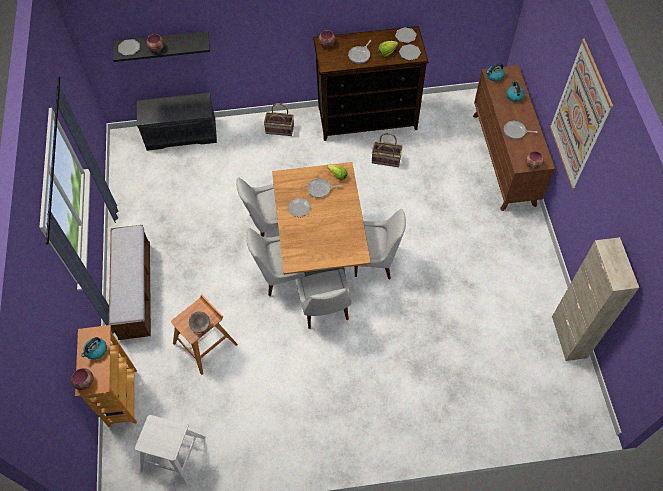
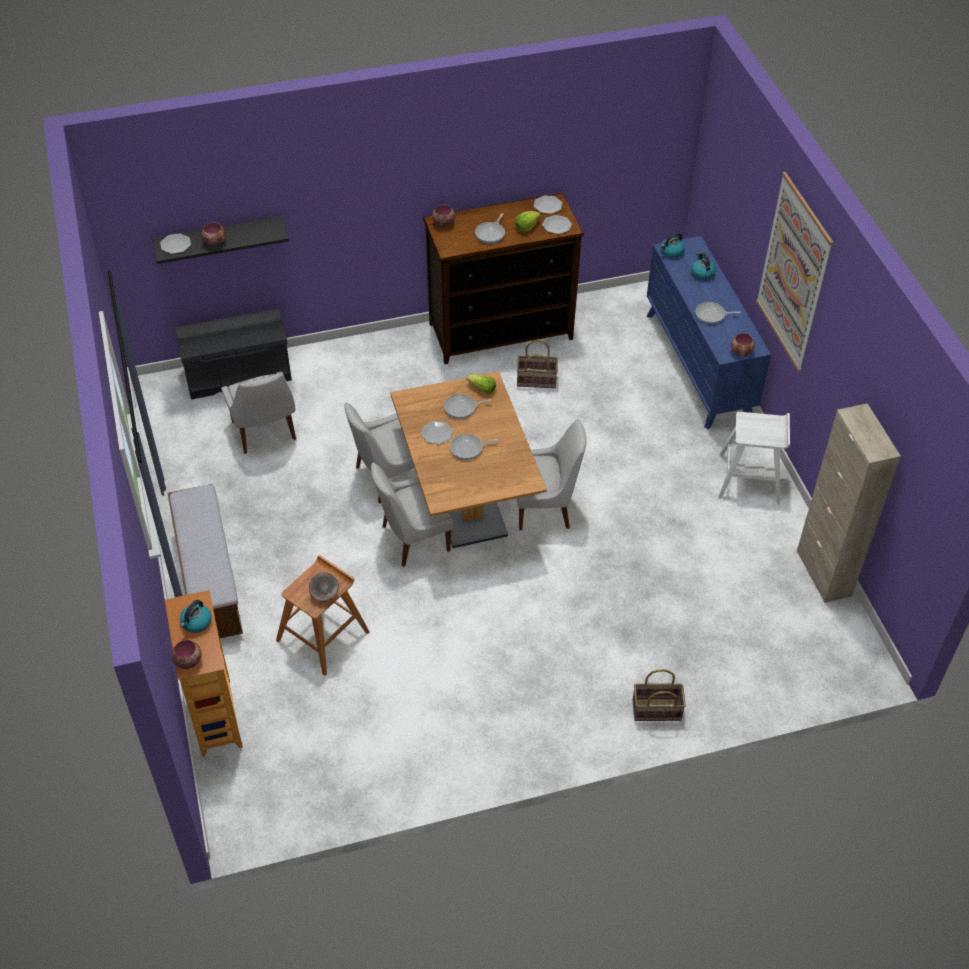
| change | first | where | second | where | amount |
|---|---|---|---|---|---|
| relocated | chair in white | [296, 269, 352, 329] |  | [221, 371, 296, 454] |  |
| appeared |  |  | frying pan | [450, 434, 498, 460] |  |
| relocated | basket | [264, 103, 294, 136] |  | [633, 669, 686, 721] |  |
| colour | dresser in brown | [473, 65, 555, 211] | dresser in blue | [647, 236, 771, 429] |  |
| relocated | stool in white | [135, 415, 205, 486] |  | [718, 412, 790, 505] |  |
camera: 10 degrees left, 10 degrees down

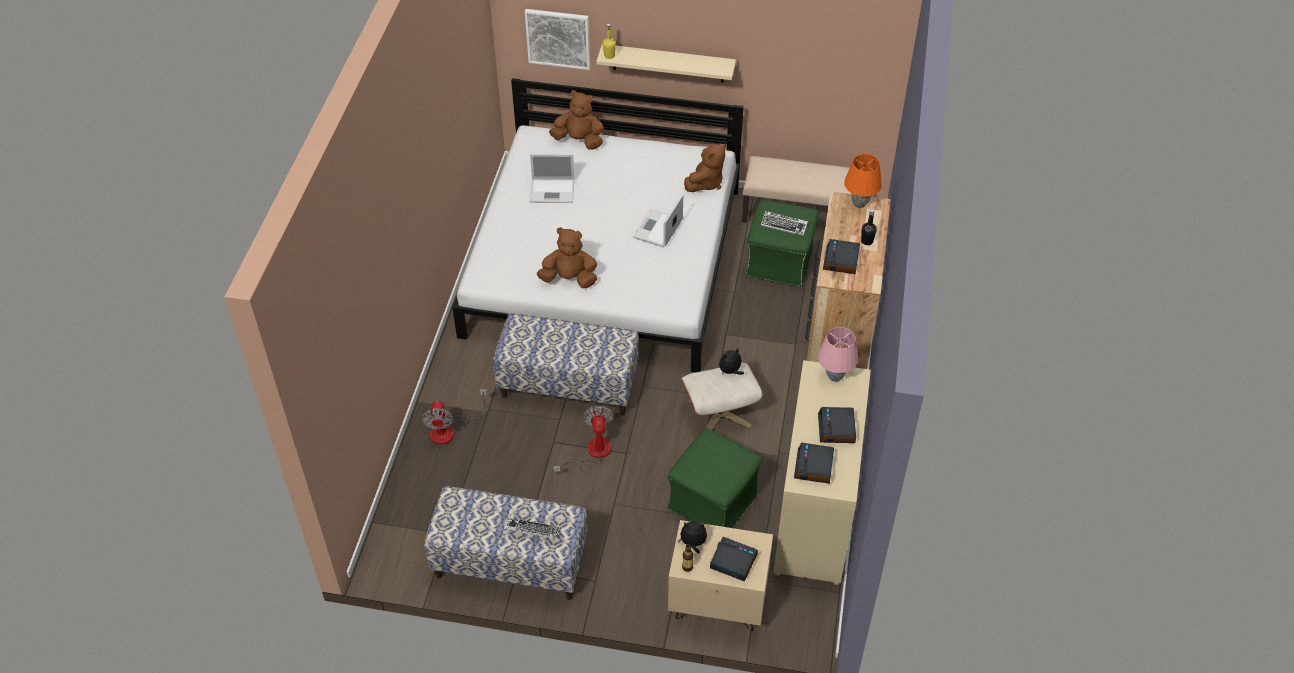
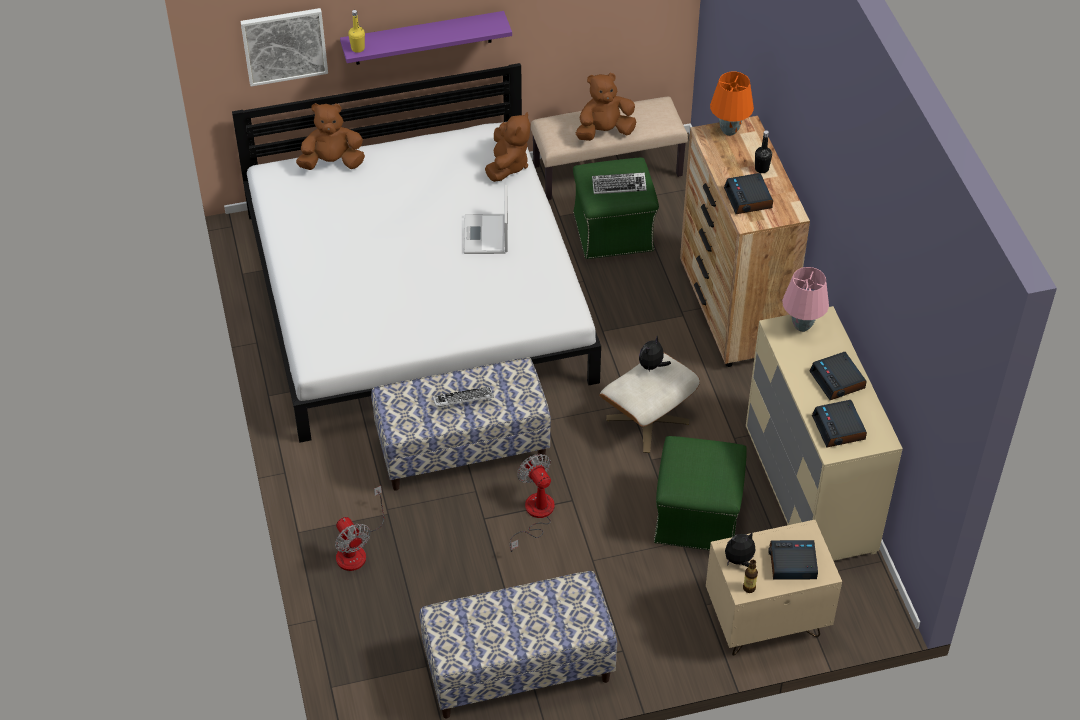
| change | first | where | second | where | amount |
|---|---|---|---|---|---|
| colour | shelf in beige | [596, 44, 736, 82] | shelf in purple | [340, 11, 512, 65] |  |
| relocated | keyboard | [504, 518, 560, 540] |  | [433, 387, 494, 408] |  |
| relocated | plush toy in brown | [537, 227, 597, 288] |  | [576, 73, 636, 141] |  |
| missing | laptop | [530, 154, 574, 203] |  |  |  |
camera: 25 degrees left, 0 degrees up

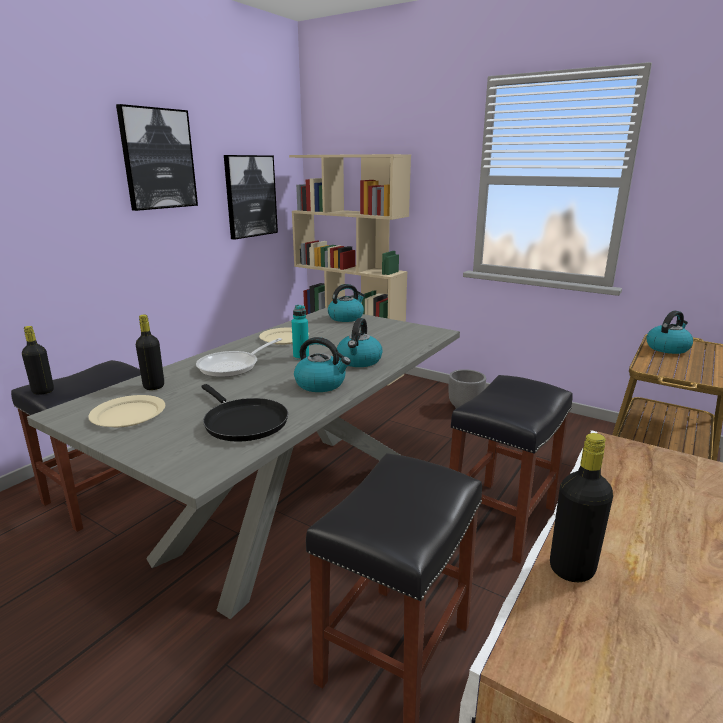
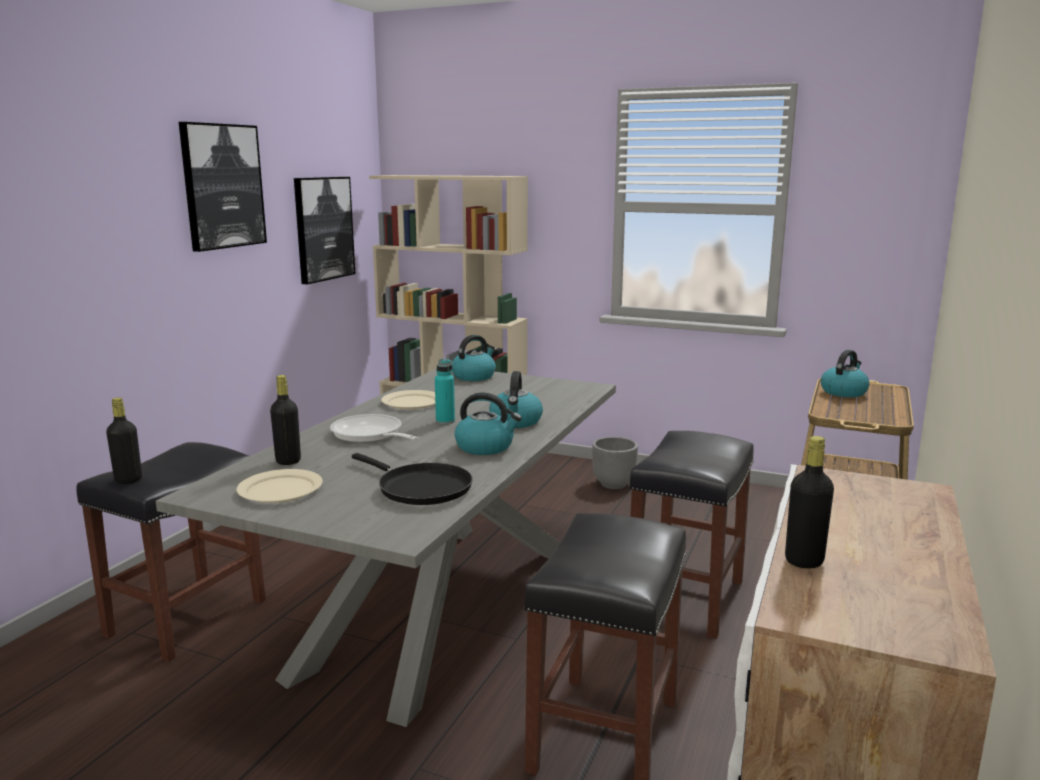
| change | first | where | second | where | amount |
|---|---|---|---|---|---|
| spun | frying pan | [196, 338, 282, 377] |  | [330, 414, 418, 443] | 105 degrees clockwise |
camera: 10 degrees left, 5 degrees down

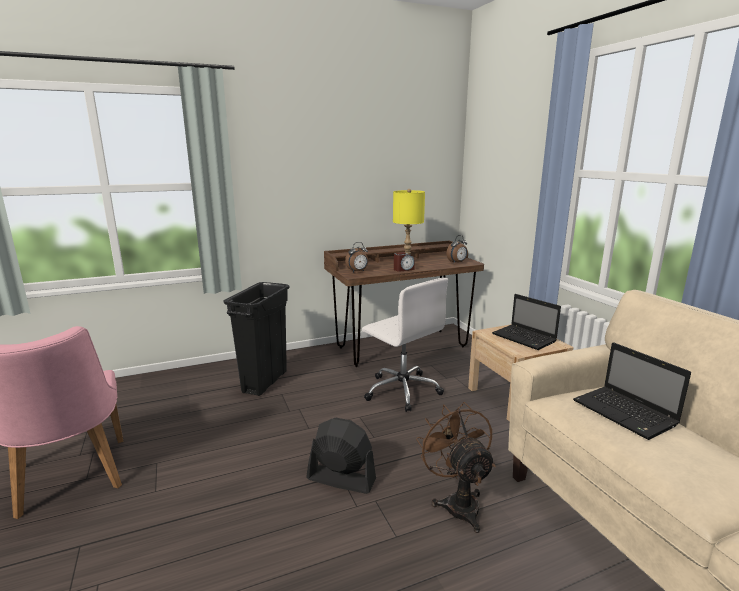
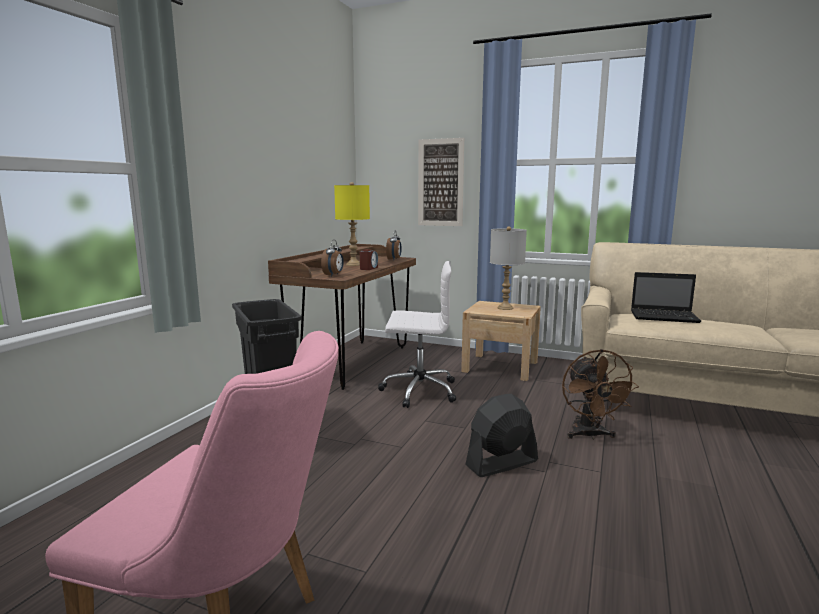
| change | first | where | second | where | amount |
|---|---|---|---|---|---|
| appeared |  |  | picture | [418, 138, 464, 226] |  |
| exchanged | laptop | [492, 294, 561, 350] | table lamp in grey | [490, 226, 527, 310] |  |
| spun | fan in brown | [416, 402, 496, 533] |  | [562, 349, 639, 440] | 120 degrees counterclockwise |
camera: 45 degrees left, 5 degrees down

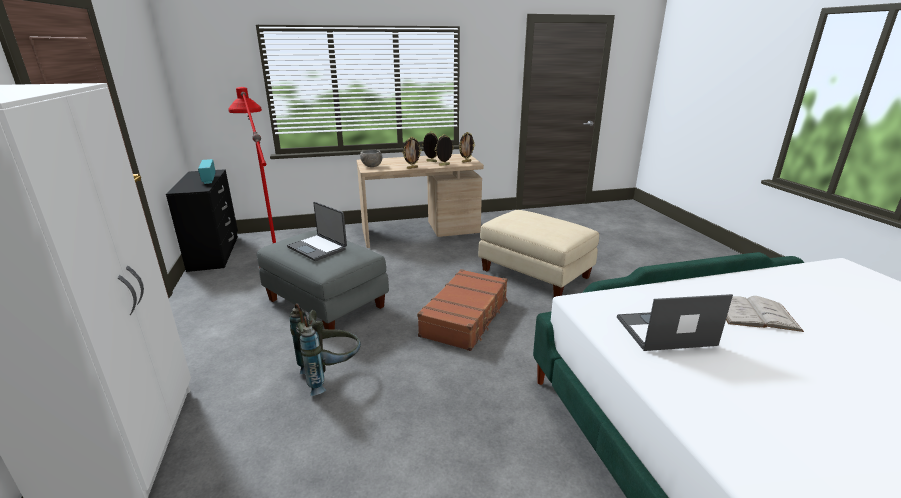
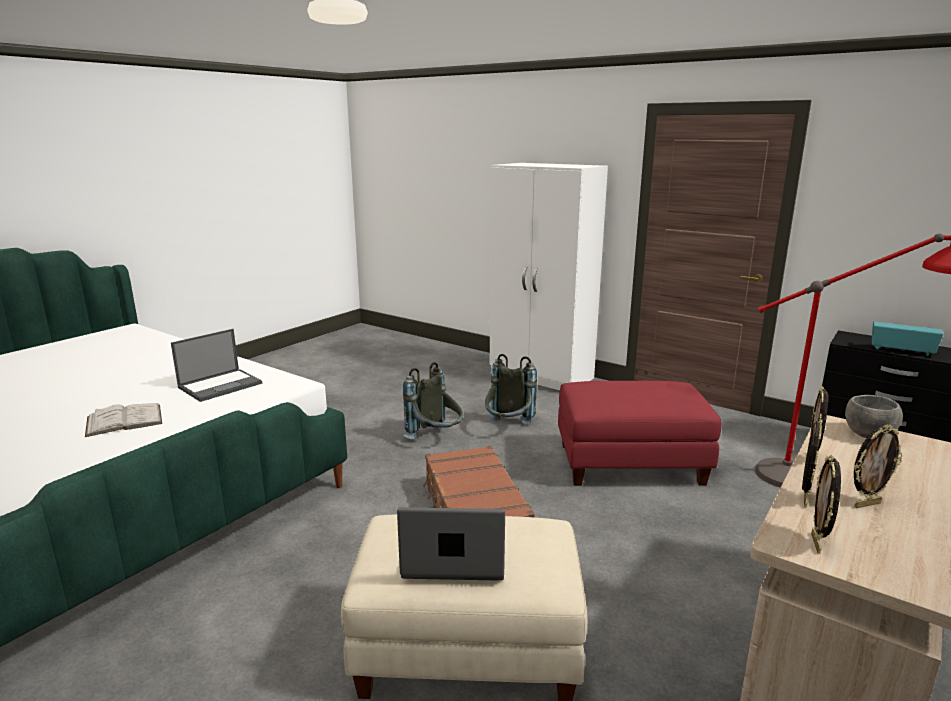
| change | first | where | second | where | amount |
|---|---|---|---|---|---|
| relocated | laptop | [287, 202, 347, 261] |  | [397, 507, 505, 581] |  |
| appeared |  |  | backpack in grey | [403, 362, 463, 440] |  |
| colour | ottoman in grey | [257, 230, 389, 330] | ottoman in red | [558, 381, 722, 486] |  |
camera: 140 degrees right, 5 degrees down

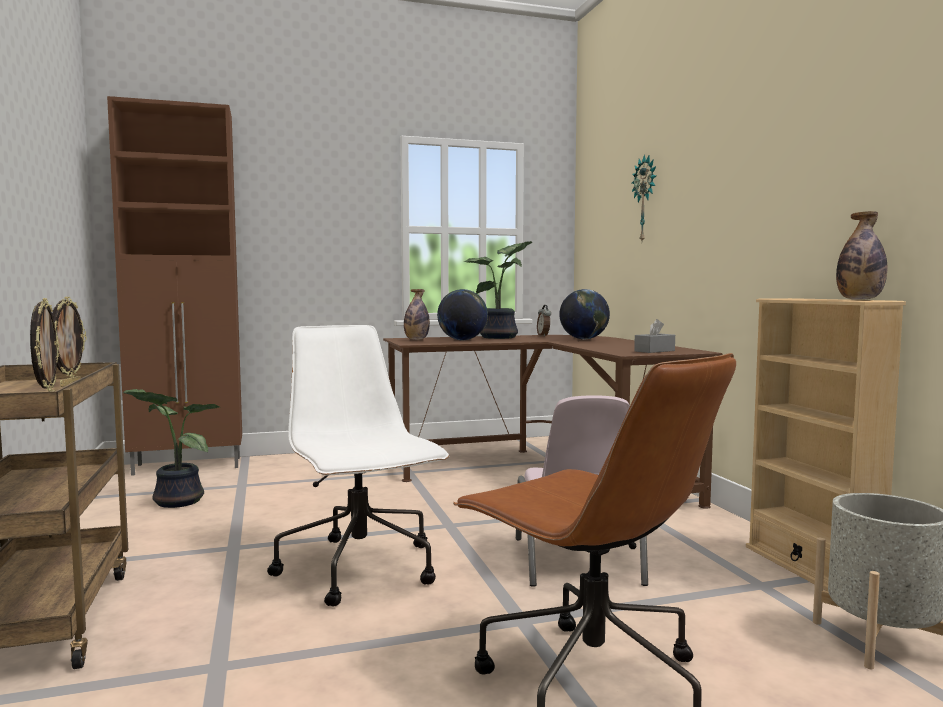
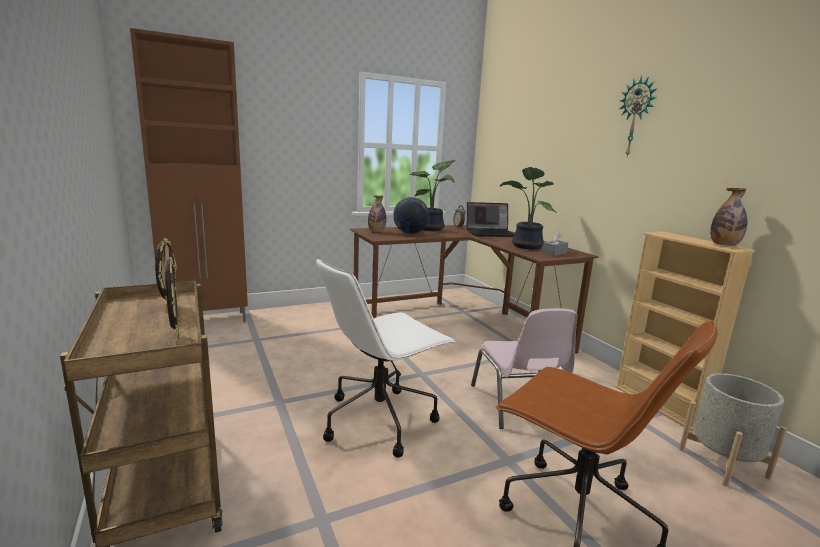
| change | first | where | second | where | amount |
|---|---|---|---|---|---|
| spun | office chair in white | [267, 325, 449, 606] |  | [316, 258, 456, 458] | 90 degrees counterclockwise |
| exchanged | globe | [559, 289, 610, 340] | laptop | [467, 202, 514, 237] |  |
| relocated | potted plant | [123, 389, 219, 508] |  | [500, 167, 557, 249] |  |
| relocated | wall clock | [632, 155, 656, 241] |  | [620, 76, 657, 158] |  |
camera: 10 degrees left, 10 degrees up

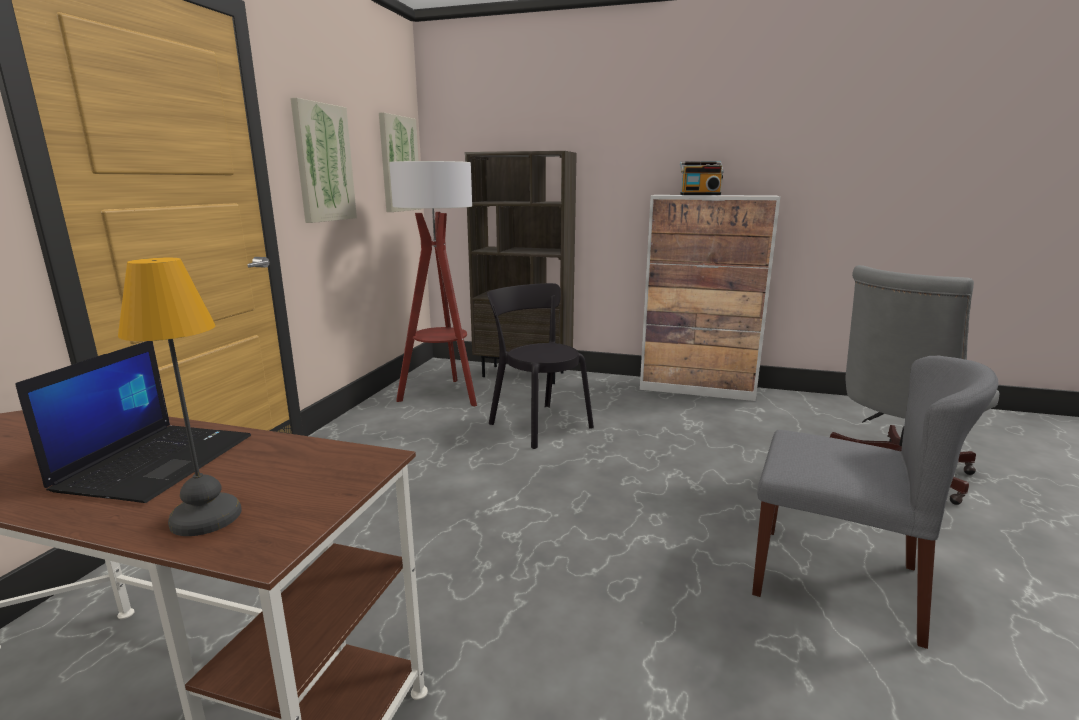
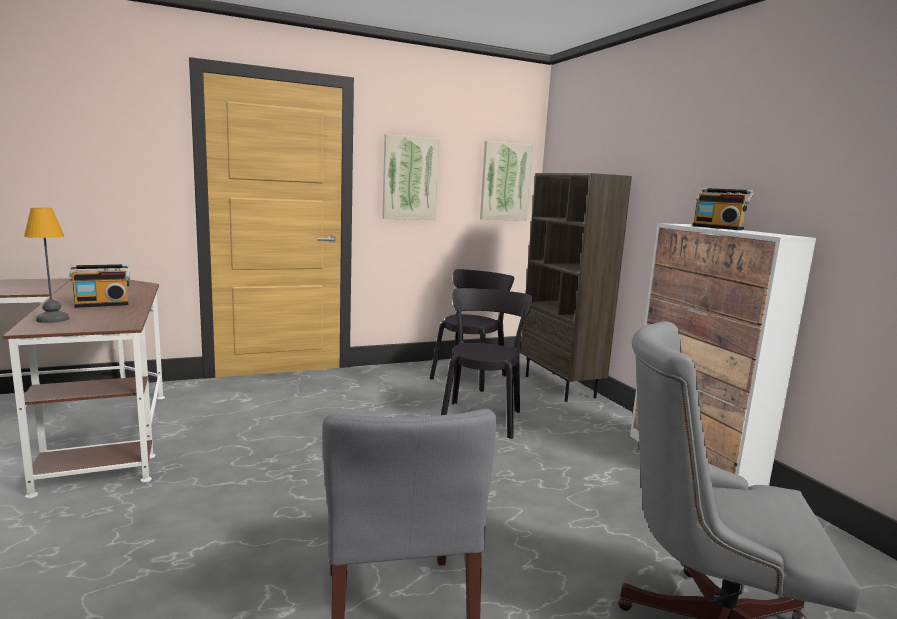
| change | first | where | second | where | amount |
|---|---|---|---|---|---|
| exchanged | laptop | [15, 341, 251, 503] | radio | [69, 264, 130, 308] |  |
| exchanged | floor lamp | [389, 161, 477, 406] | chair in black | [430, 269, 514, 392] |  |
camera: 50 degrees right, 5 degrees down

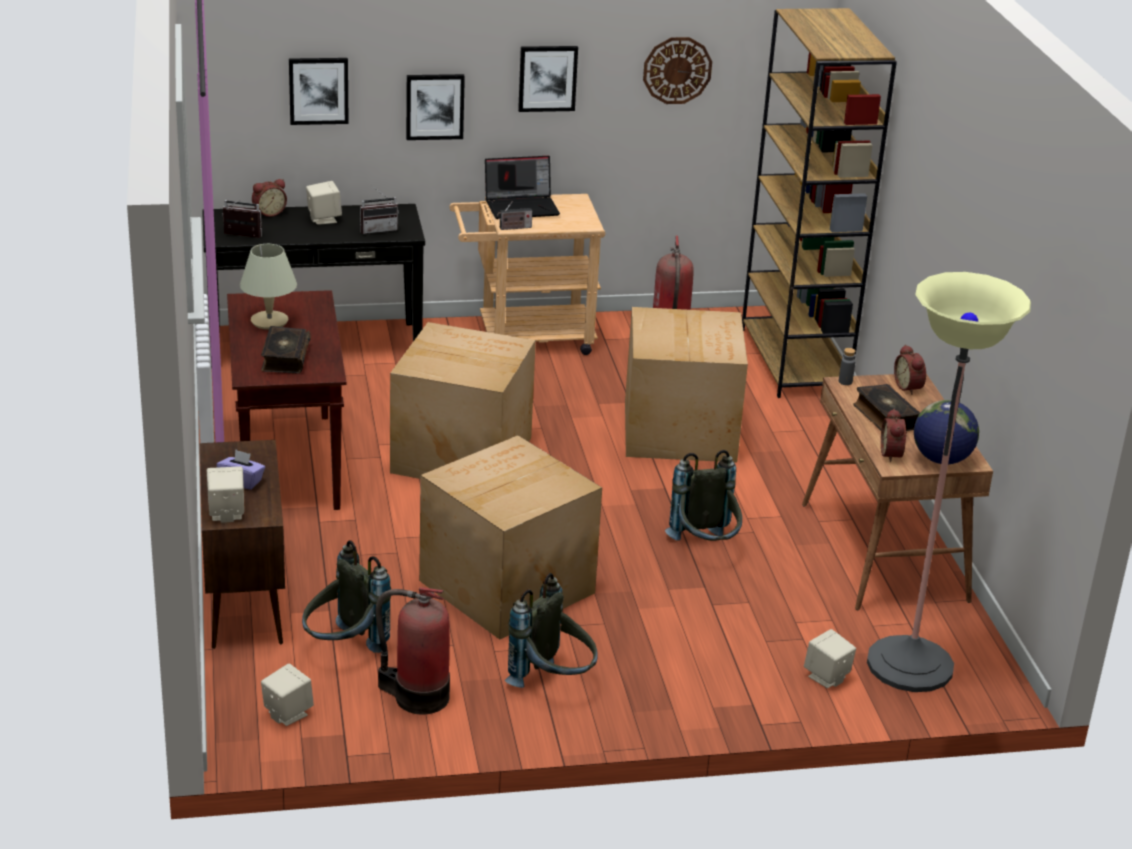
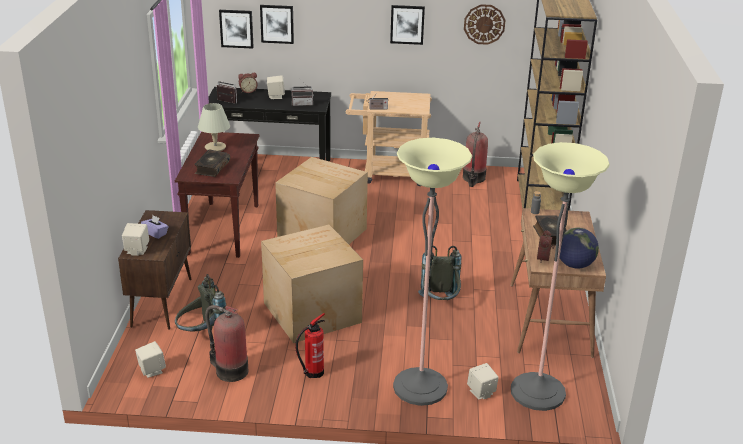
| change | first | where | second | where | amount |
|---|---|---|---|---|---|
| relocated | picture | [406, 74, 465, 140] |  | [219, 10, 254, 49] |  |
| exchanged | backpack in grey | [505, 573, 598, 688] | fire extinguisher | [295, 313, 325, 378] |  |
| appeared |  |  | floor lamp | [393, 138, 472, 406] |  |
| missing | laptop | [485, 156, 560, 219] |  |  |  |
| missing | cardboard box | [625, 307, 748, 462] |  |  |  |
| missing | alarm clock | [894, 344, 926, 395] |  |  |  |
camera: 15 degrees right, 0 degrees up

